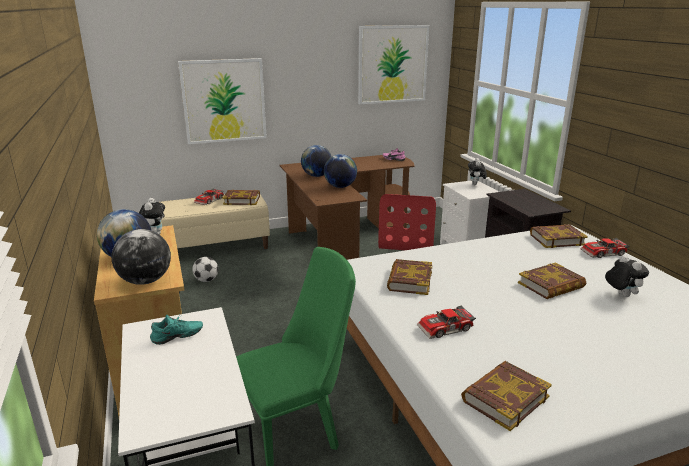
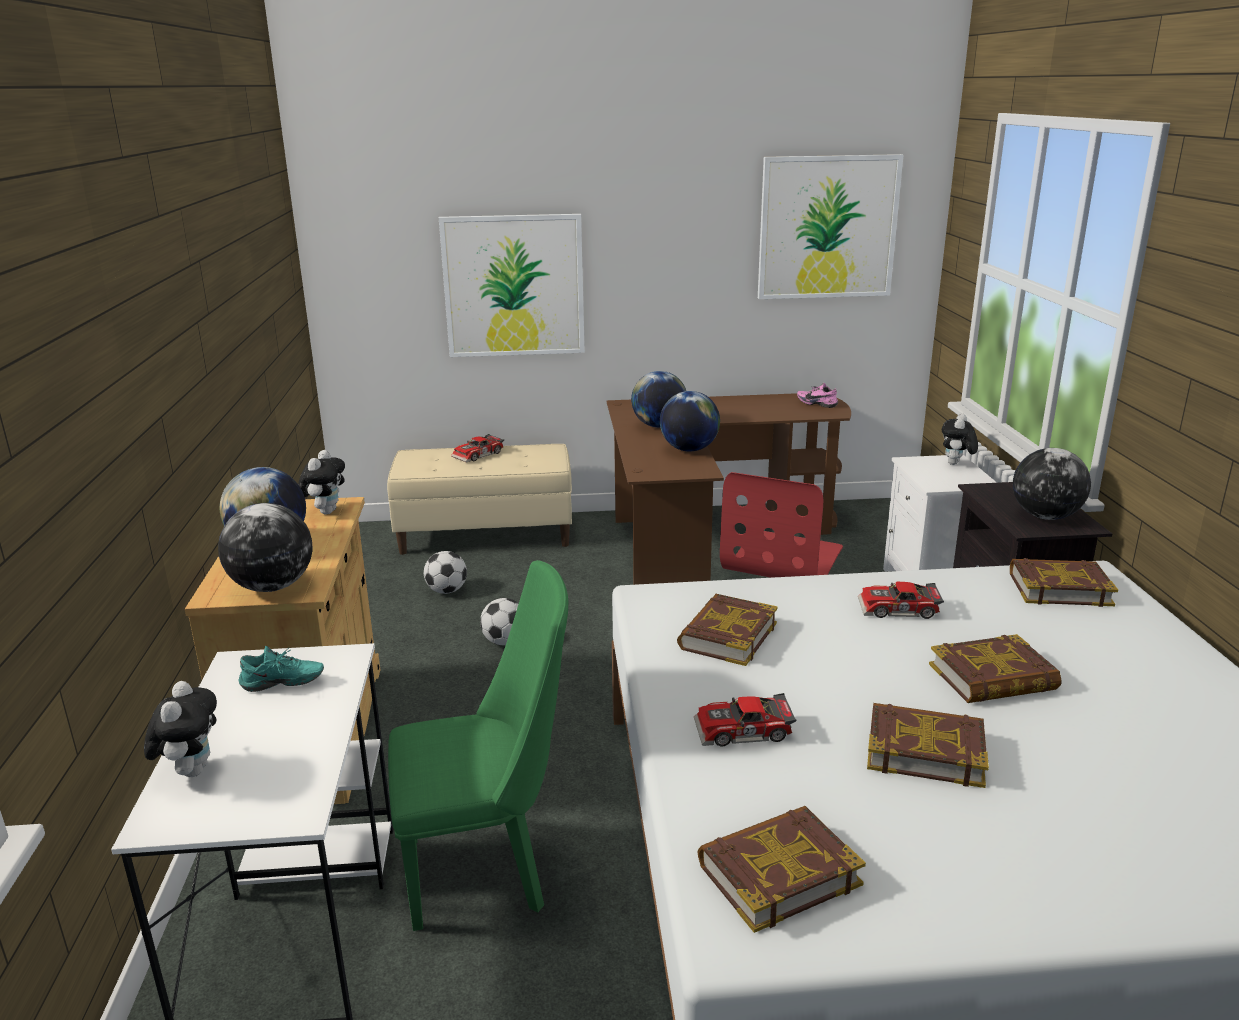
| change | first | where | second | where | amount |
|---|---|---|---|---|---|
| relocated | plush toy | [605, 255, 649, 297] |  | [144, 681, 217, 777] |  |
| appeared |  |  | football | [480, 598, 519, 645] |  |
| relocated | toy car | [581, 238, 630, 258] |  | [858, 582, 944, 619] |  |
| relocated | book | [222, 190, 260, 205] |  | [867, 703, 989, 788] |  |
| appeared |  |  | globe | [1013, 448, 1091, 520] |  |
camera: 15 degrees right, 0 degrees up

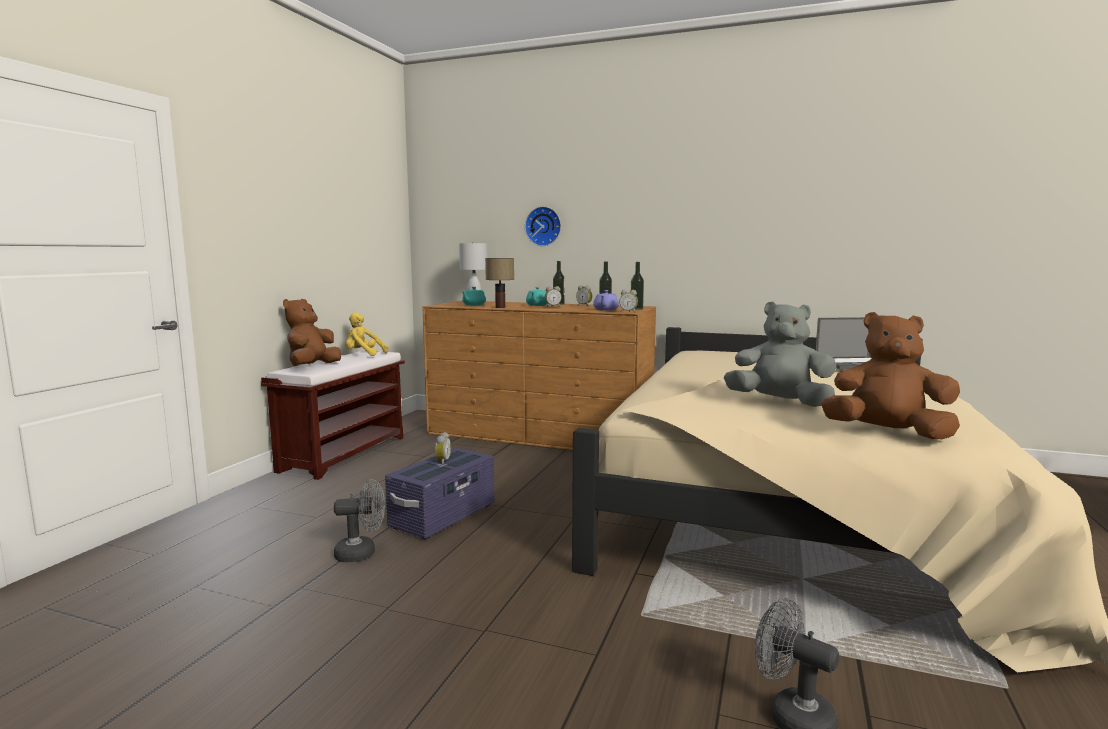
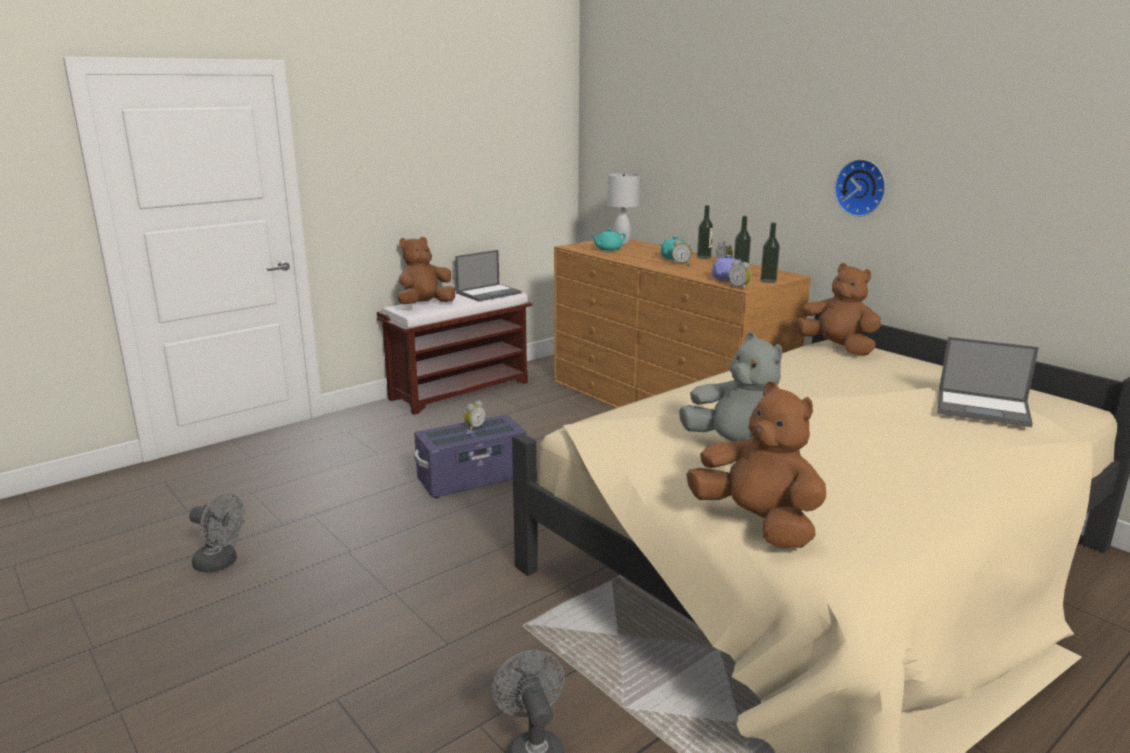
| change | first | where | second | where | amount |
|---|---|---|---|---|---|
| relocated | fan in grey | [334, 479, 385, 562] |  | [189, 493, 245, 573] |  |
| exchanged | plush toy in yellow | [345, 312, 388, 356] | laptop | [455, 250, 522, 301] |  |
| appeared |  |  | plush toy in brown | [791, 263, 881, 355] |  |
| relocated | wall clock | [525, 206, 561, 246] |  | [834, 159, 886, 217] |  |
| missing | table lamp | [485, 258, 514, 308] |  |  |  |
camera: 30 degrees right, 10 degrees up

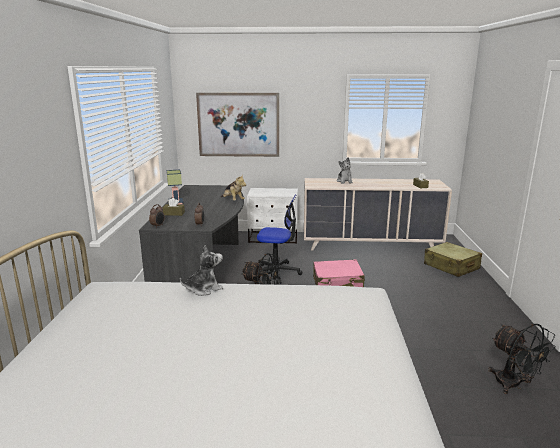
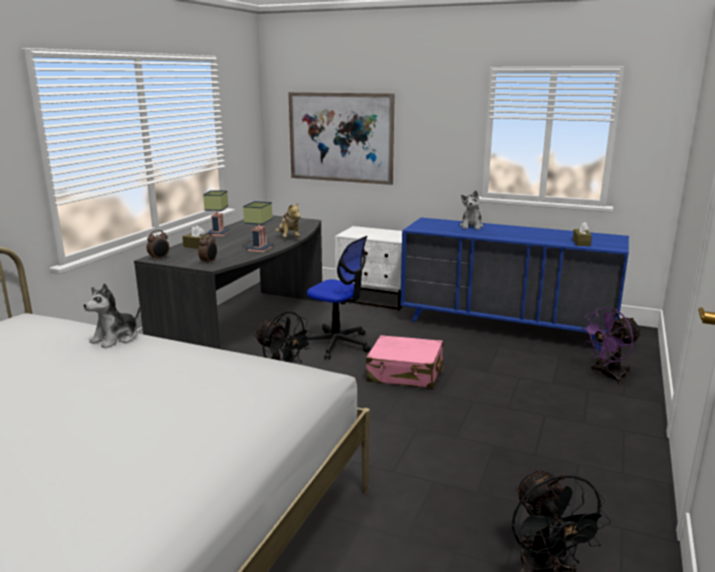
| change | first | where | second | where | amount |
|---|---|---|---|---|---|
| spun | plush toy | [180, 245, 223, 296] |  | [84, 283, 140, 349] | 135 degrees clockwise |
| appeared |  |  | table lamp | [243, 201, 273, 252] |  |
| colour | dresser in beige | [304, 178, 452, 250] | dresser in blue | [400, 218, 629, 351] |  |
| exchanged | suitcase in beige | [424, 242, 482, 277] | fan in purple | [581, 307, 642, 385] |  |
camera: 20 degrees right, 0 degrees up

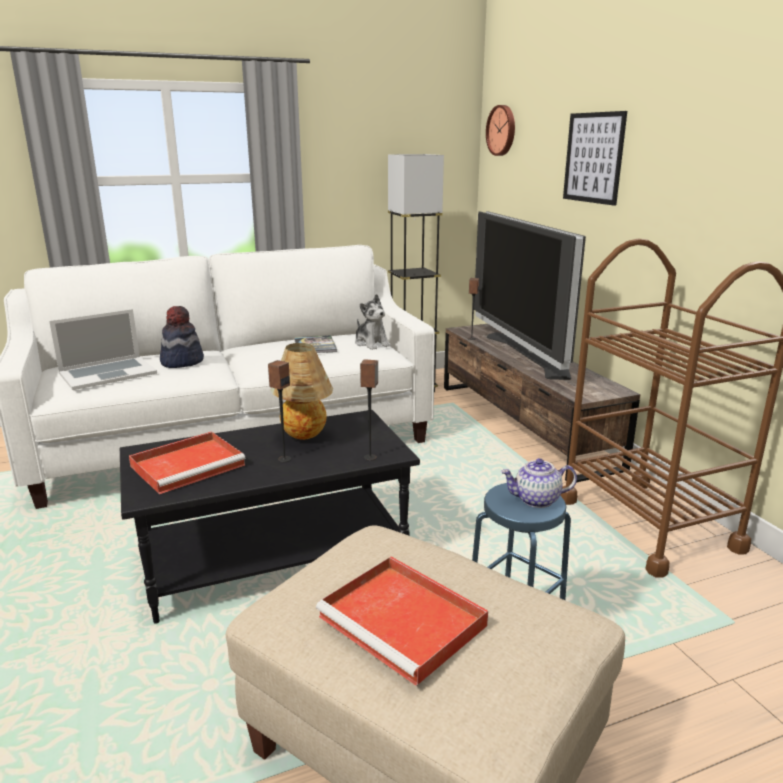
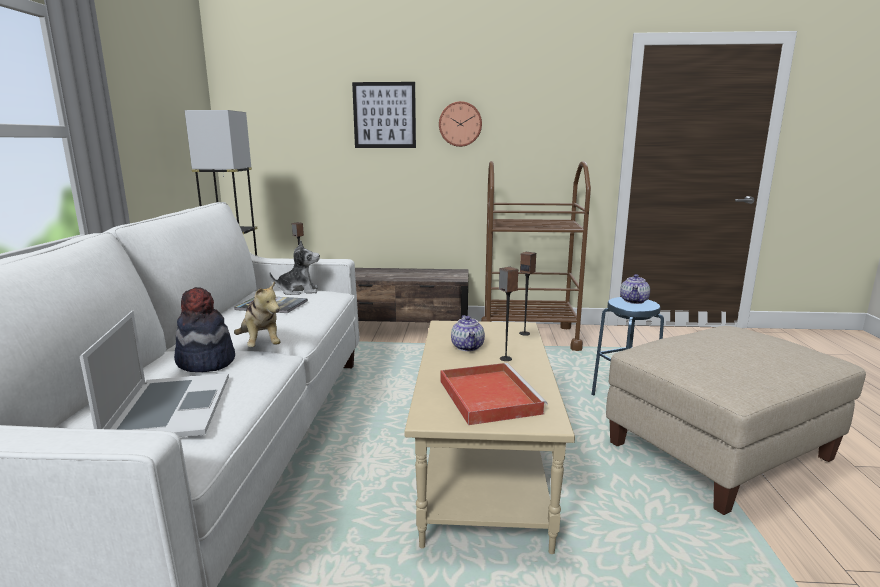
| change | first | where | second | where | amount |
|---|---|---|---|---|---|
| appeared |  |  | plush toy | [234, 281, 281, 347] |  |
| colour | coffee table in black | [120, 410, 420, 624] | coffee table in beige | [404, 320, 575, 554] |  |
| relocated | wall clock | [486, 105, 515, 156] |  | [439, 101, 482, 147] |  |
| exchanged | table lamp | [271, 343, 333, 440] | teapot | [451, 315, 485, 351] |  |
| missing | tray in red | [316, 557, 488, 686] |  |  |  |
| missing | television | [474, 211, 586, 380] |  |  |  |
camera: 65 degrees left, 5 degrees down

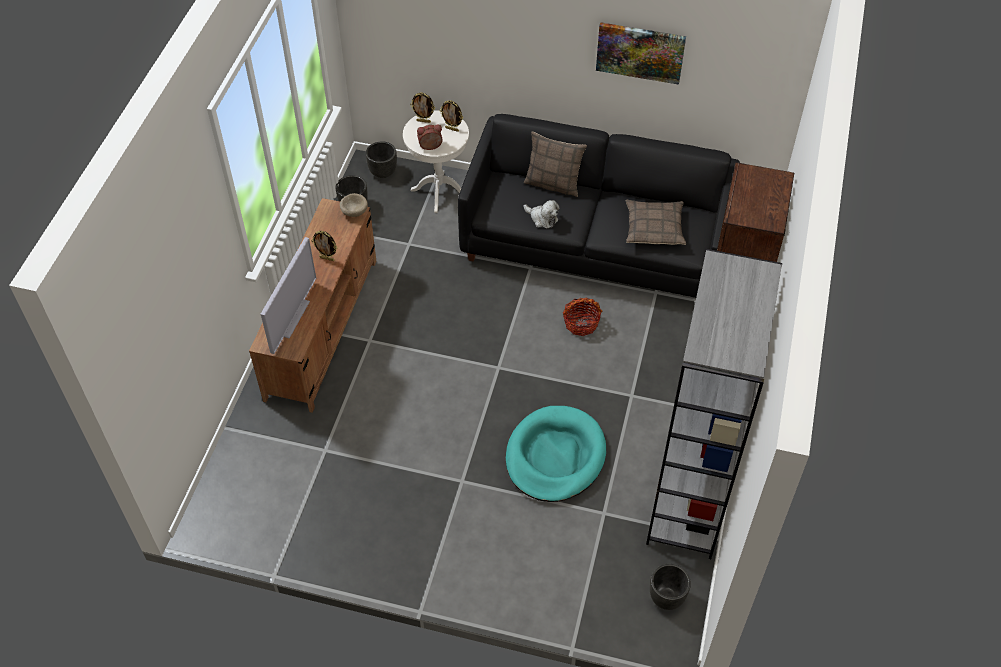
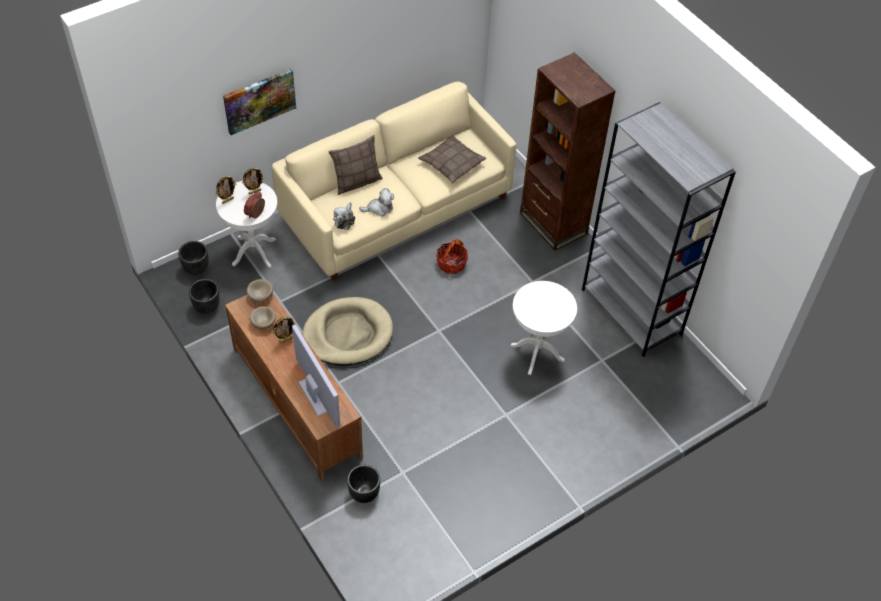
| change | first | where | second | where | amount |
|---|---|---|---|---|---|
| relocated | picture | [596, 22, 686, 85] |  | [223, 69, 296, 135] |  |
| appeared |  |  | bowl in beige | [249, 306, 276, 329] |  |
| colour | sofa in black | [458, 114, 740, 298] | sofa in beige | [272, 82, 517, 281] |  |
| appeared |  |  | dog bed in beige | [303, 297, 393, 366] |  |
| appeared |  |  | plush toy | [333, 202, 355, 230] |  |
| relocated | planter in black | [650, 564, 691, 610] |  | [347, 465, 380, 503] |  |
| exchanged | dog bed in turquoise | [506, 406, 606, 502] | side table in white | [511, 281, 577, 375] |  |
camera: 50 degrees left, 0 degrees up

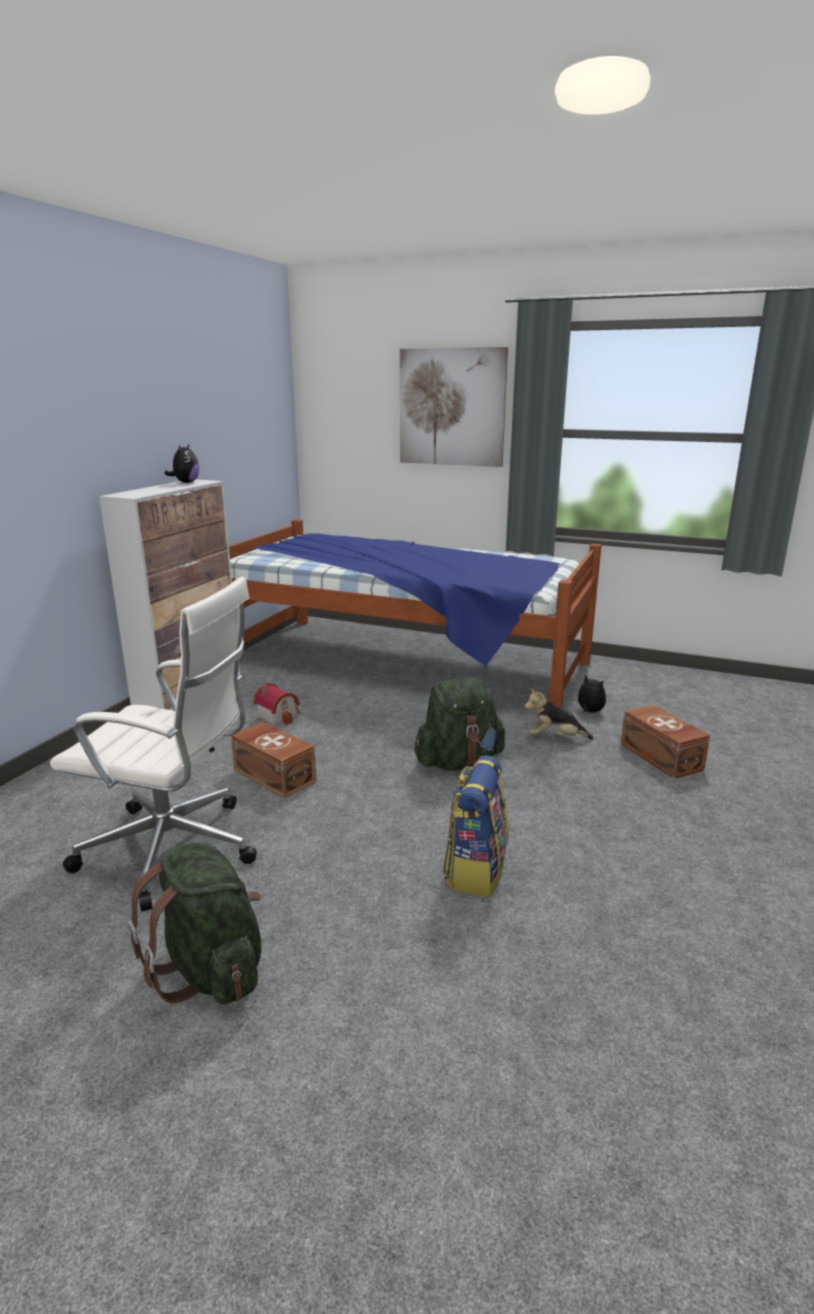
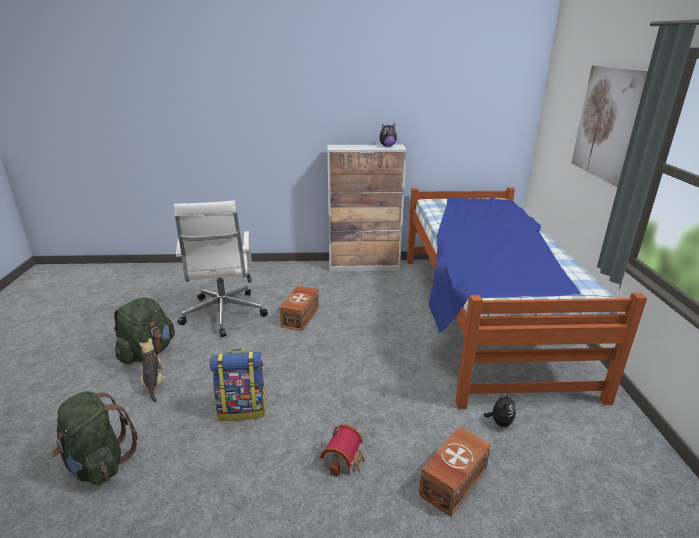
| change | first | where | second | where | amount |
|---|---|---|---|---|---|
| relocated | backpack in green | [415, 678, 505, 771] |  | [51, 391, 138, 486] |  |
| relocated | plush toy | [524, 688, 594, 740] |  | [139, 338, 167, 402] |  |
| relocated | toy house | [253, 683, 300, 726] |  | [320, 425, 365, 477] |  |
camera: 65 degrees right, 5 degrees up

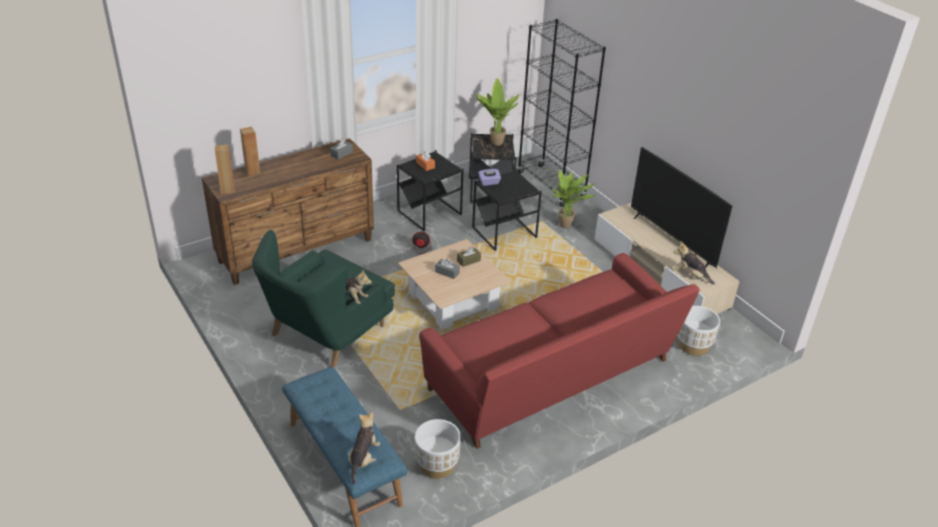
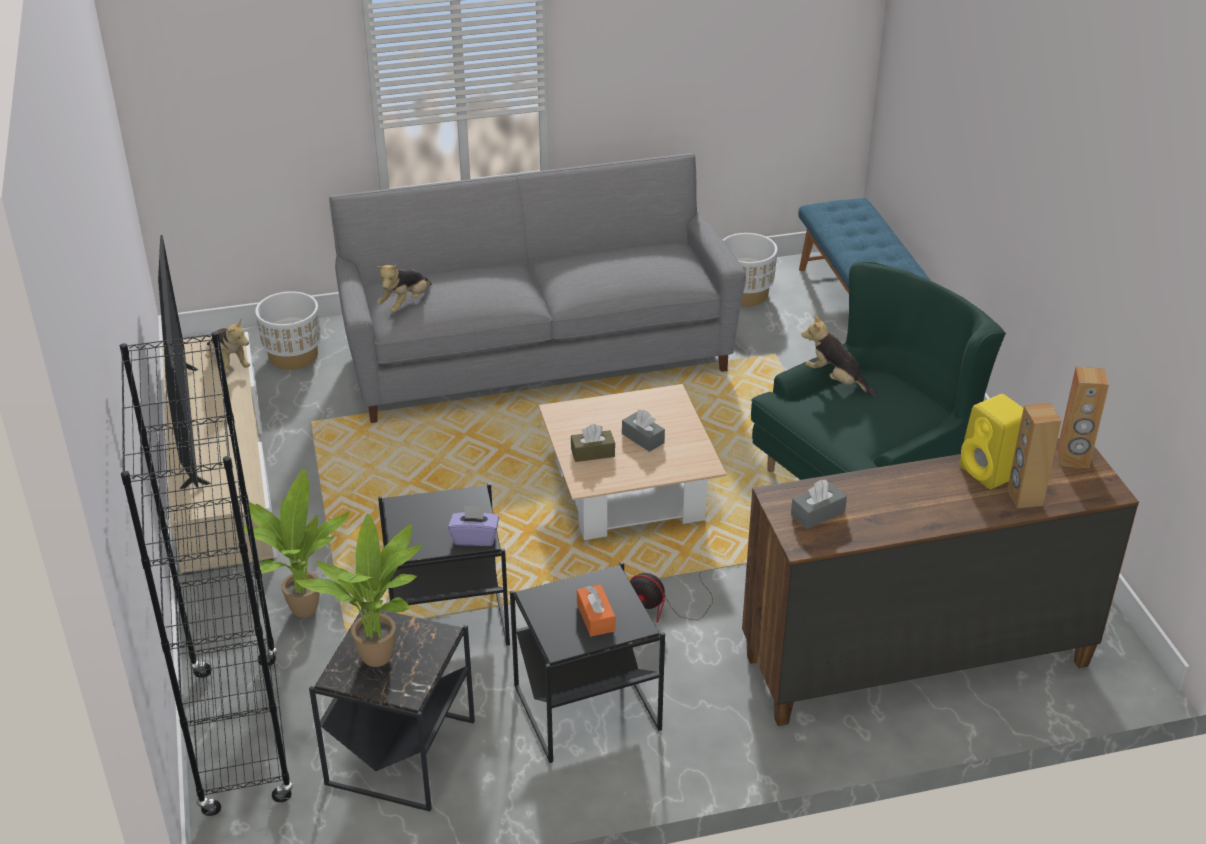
| change | first | where | second | where | amount |
|---|---|---|---|---|---|
| colour | sofa in red | [419, 253, 700, 449] | sofa in grey | [329, 153, 746, 423] |  |
| relocated | plush toy | [349, 412, 380, 484] |  | [377, 264, 432, 312] |  |
| appeared |  |  | speaker in yellow | [960, 394, 1023, 489] |  |
camera: 160 degrees left, 0 degrees up

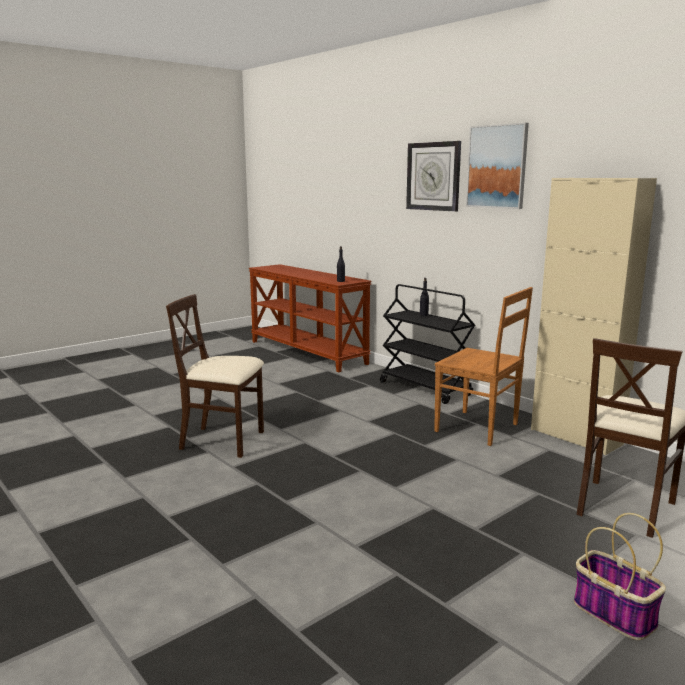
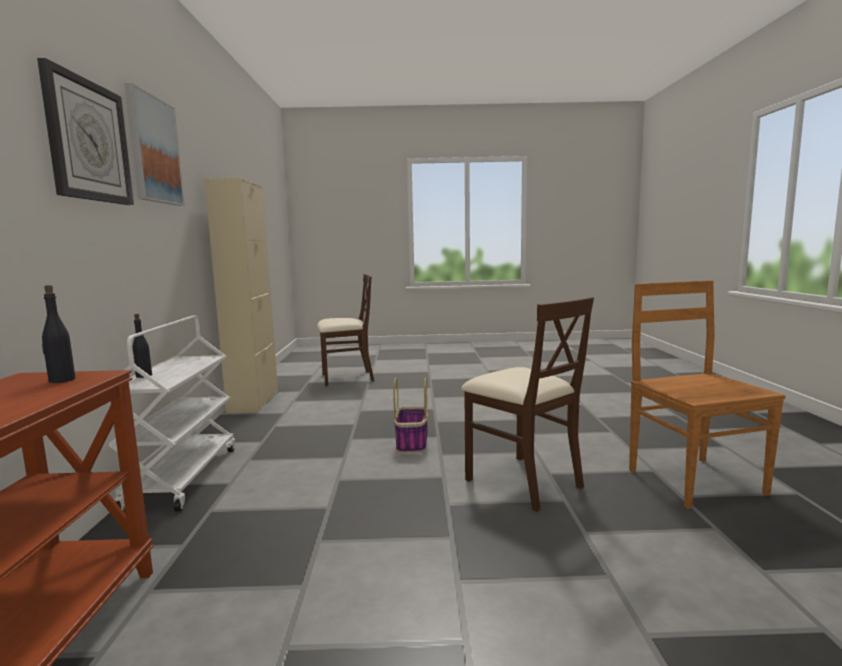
| change | first | where | second | where | amount |
|---|---|---|---|---|---|
| colour | cart in black | [380, 284, 475, 404] | cart in white | [109, 315, 235, 512] |  |
| relocated | basket | [574, 513, 666, 640] |  | [393, 378, 428, 453] |  |
| relocated | chair in brown | [434, 287, 533, 446] |  | [629, 280, 785, 509] |  |
camera: 140 degrees left, 5 degrees down

